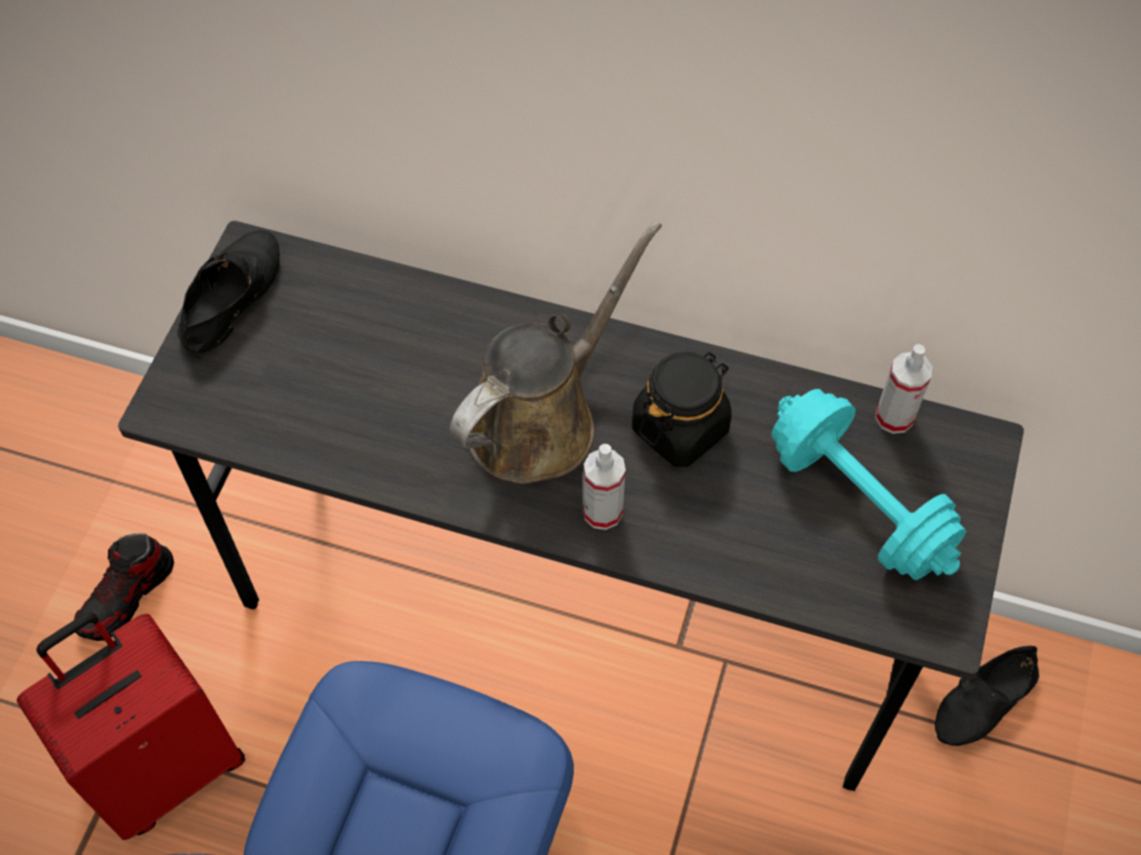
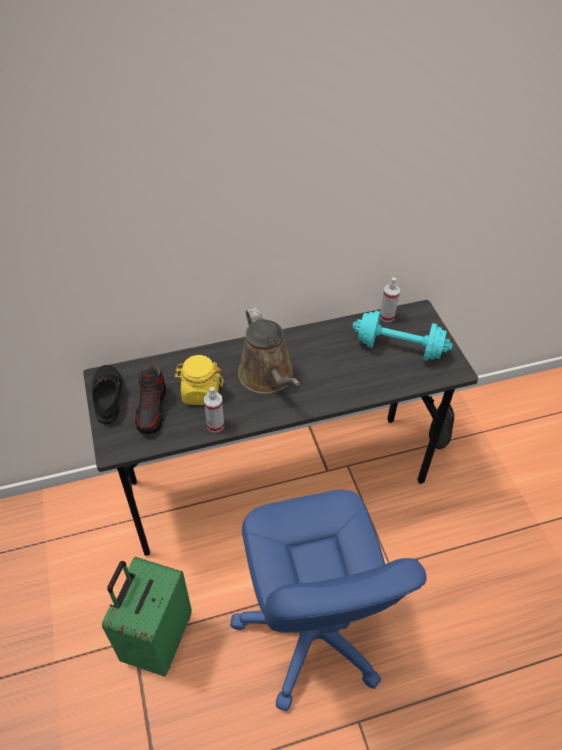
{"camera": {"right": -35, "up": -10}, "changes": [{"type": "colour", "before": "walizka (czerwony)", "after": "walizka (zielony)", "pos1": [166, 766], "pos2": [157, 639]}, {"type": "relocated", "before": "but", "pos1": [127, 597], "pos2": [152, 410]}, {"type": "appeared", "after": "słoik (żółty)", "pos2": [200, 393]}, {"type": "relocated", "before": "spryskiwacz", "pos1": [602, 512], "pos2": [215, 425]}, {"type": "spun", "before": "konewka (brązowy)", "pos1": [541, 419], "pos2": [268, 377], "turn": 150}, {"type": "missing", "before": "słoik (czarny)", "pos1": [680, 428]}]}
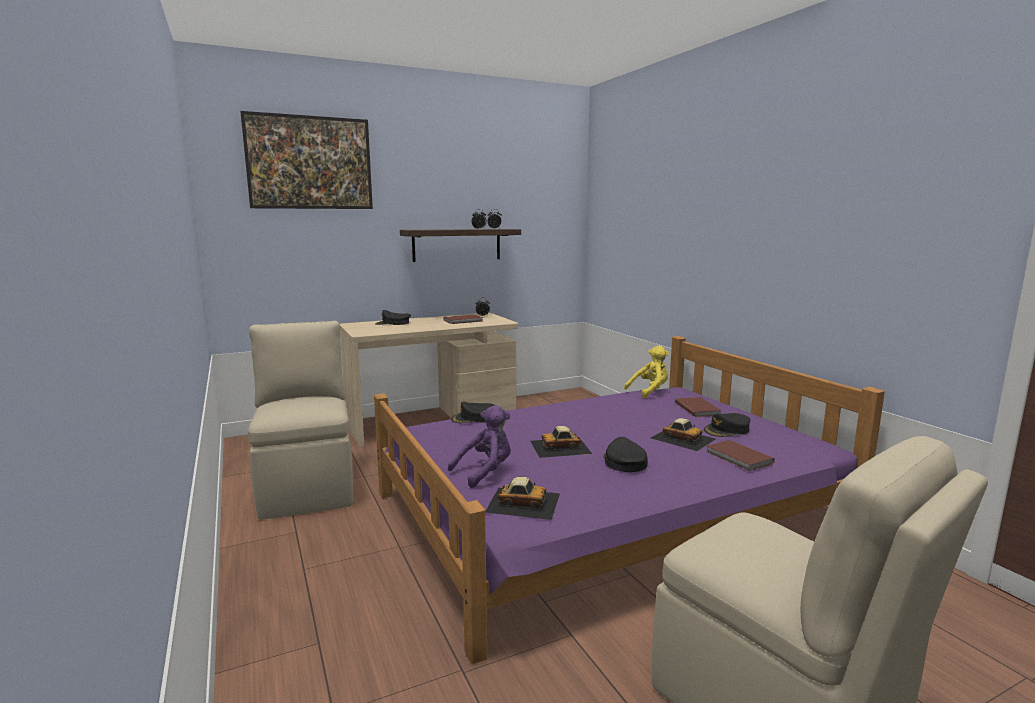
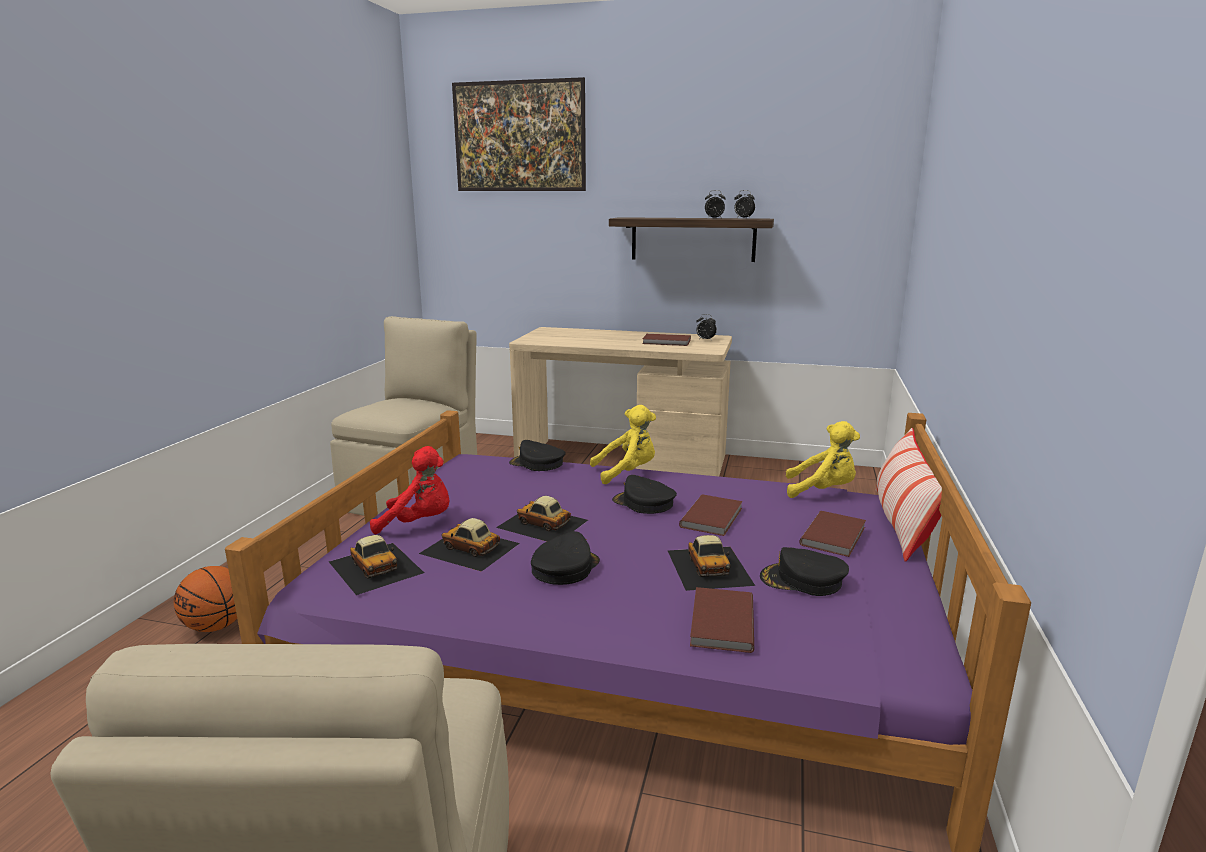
{"camera": {"right": 40, "up": 5}, "changes": [{"type": "appeared", "after": "piłka do koszykówki", "pos2": [216, 626]}, {"type": "colour", "before": "pluszak (fioletowy)", "after": "pluszak (czerwony)", "pos1": [485, 472], "pos2": [419, 523]}, {"type": "appeared", "after": "samochodzik", "pos2": [470, 548]}, {"type": "appeared", "after": "pluszak (żółty)", "pos2": [627, 473]}, {"type": "relocated", "before": "czapka z daszkiem (czarny)", "pos1": [393, 323], "pos2": [643, 503]}, {"type": "appeared", "after": "książka (brązowy)", "pos2": [713, 517]}, {"type": "appeared", "after": "poduszka", "pos2": [902, 524]}]}
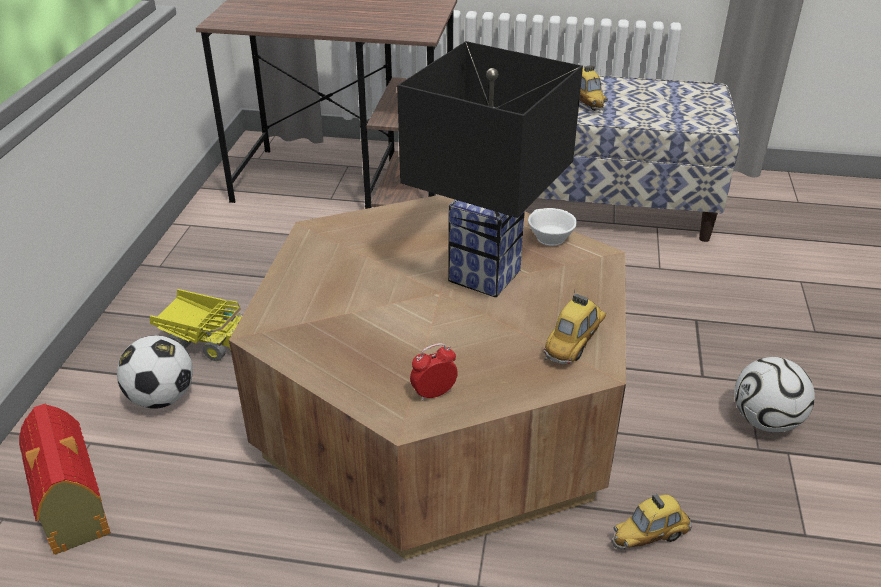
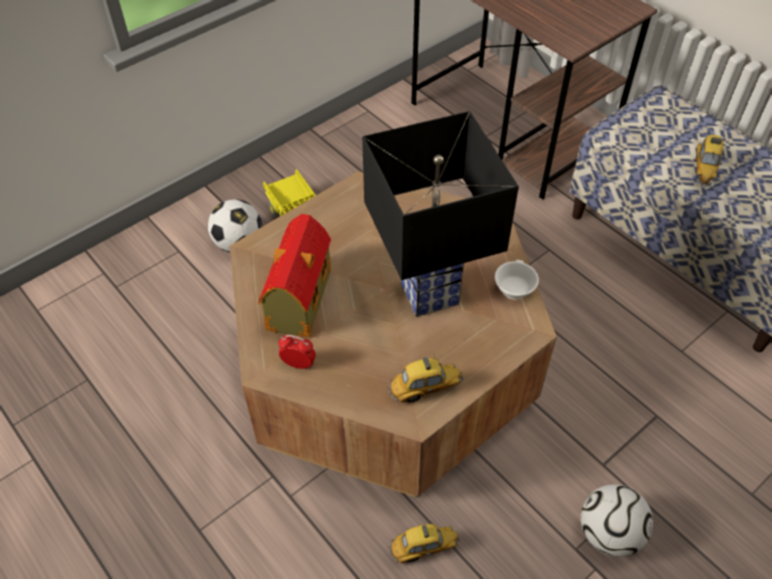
{"camera": {"right": 40, "up": 15}, "changes": [{"type": "relocated", "before": "domek", "pos1": [73, 508], "pos2": [298, 301]}, {"type": "spun", "before": "samochodzik", "pos1": [649, 537], "pos2": [424, 548], "turn": 150}]}
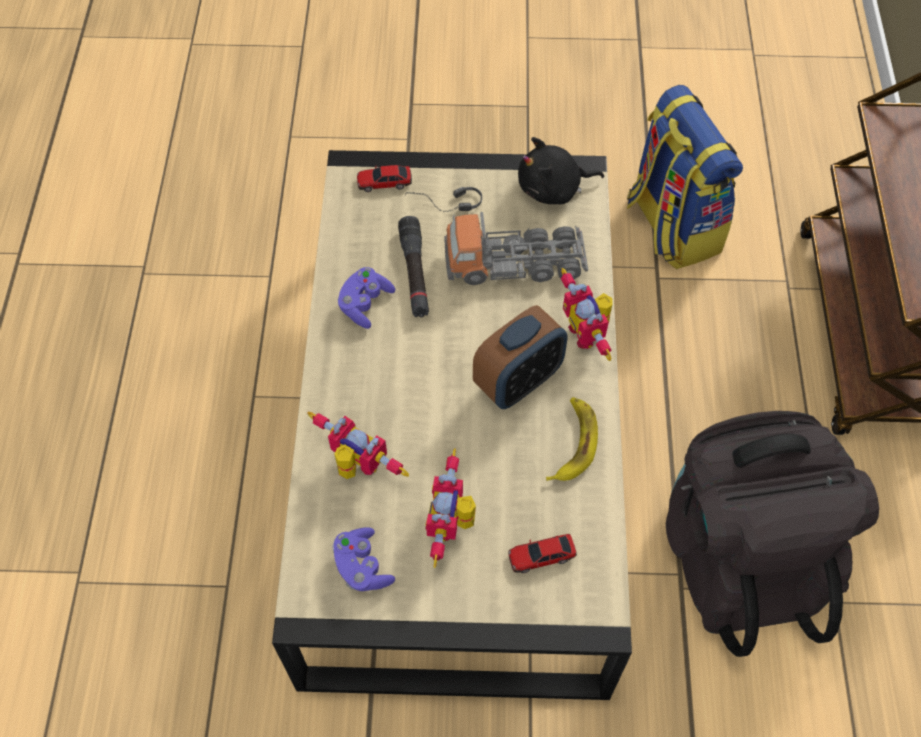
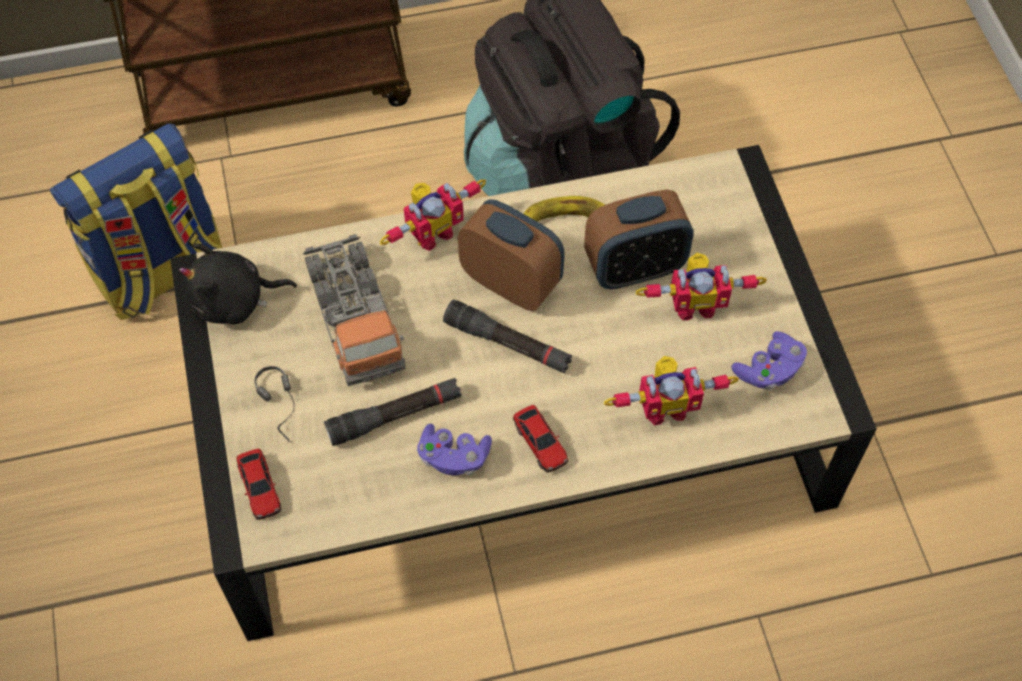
{"camera": {"right": -105, "up": 0}, "changes": [{"type": "spun", "before": "pluszak (czarny)", "pos1": [553, 189], "pos2": [234, 301], "turn": 105}, {"type": "appeared", "after": "latarka (czarny)", "pos2": [508, 344]}, {"type": "relocated", "before": "samochodzik", "pos1": [541, 556], "pos2": [540, 442]}, {"type": "appeared", "after": "budzik", "pos2": [634, 268]}, {"type": "spun", "before": "robot zabawkowy", "pos1": [356, 467], "pos2": [664, 406], "turn": -120}]}
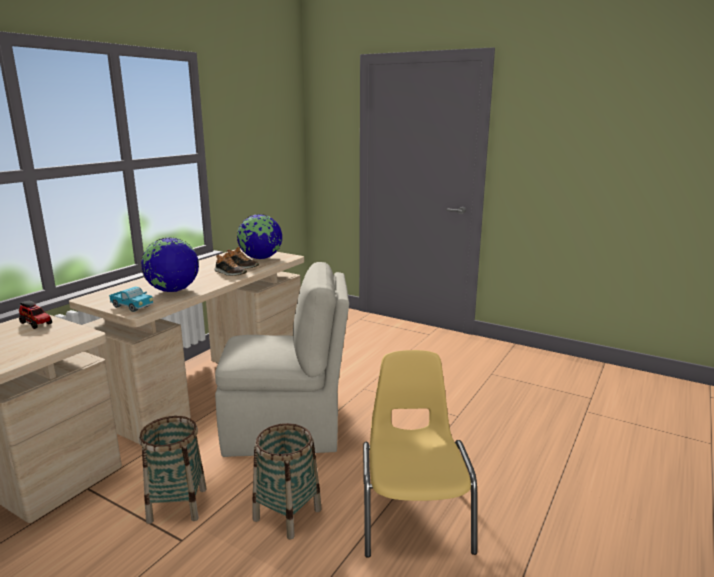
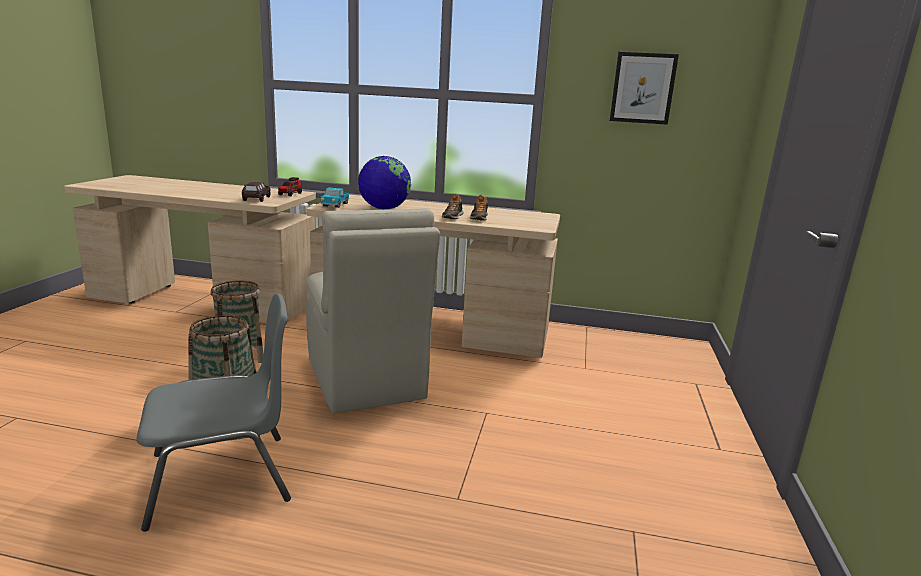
{"camera": {"right": 70, "up": 0}, "changes": [{"type": "colour", "before": "krzesło (żółty)", "after": "krzesło (szary)", "pos1": [413, 513], "pos2": [222, 478]}, {"type": "appeared", "after": "samochodzik (brązowy)", "pos2": [256, 199]}, {"type": "appeared", "after": "obraz", "pos2": [643, 88]}, {"type": "missing", "before": "globus", "pos1": [260, 258]}]}
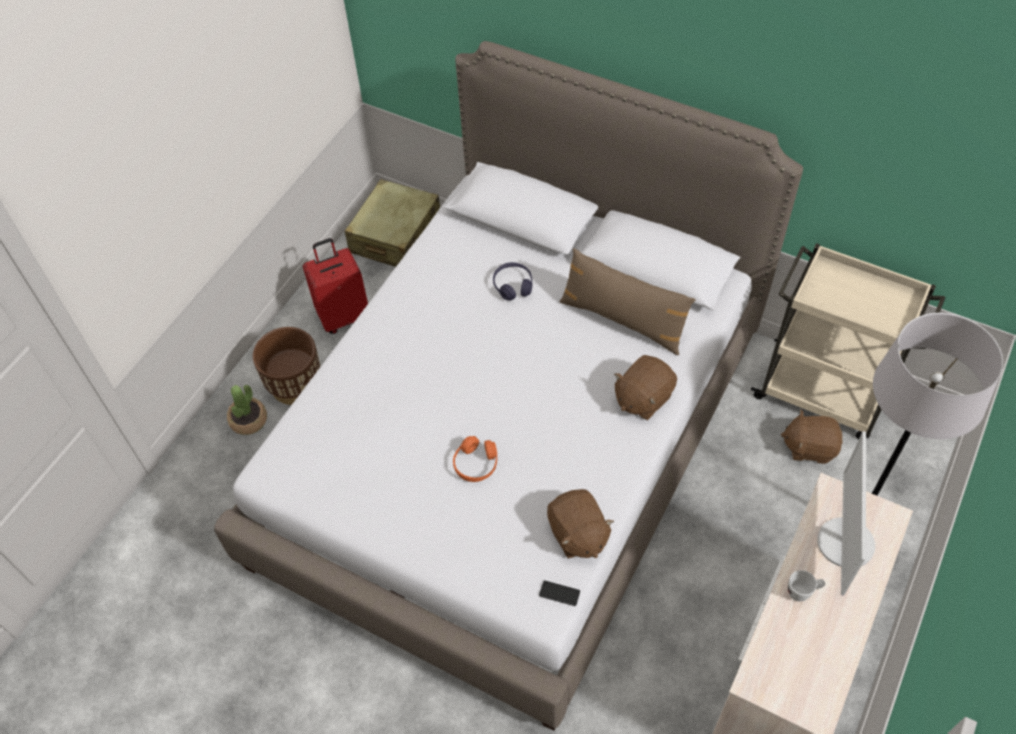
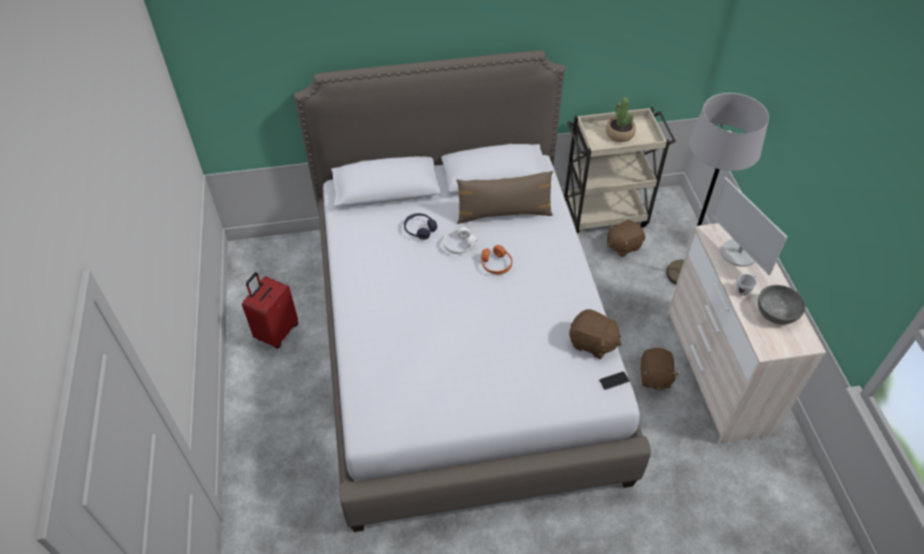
{"camera": {"right": -40, "up": -5}, "changes": [{"type": "appeared", "after": "słuchawki (biały)", "pos2": [459, 245]}, {"type": "relocated", "before": "słuchawki (pomarańczowy)", "pos1": [476, 464], "pos2": [496, 264]}, {"type": "relocated", "before": "roślina doniczkowa", "pos1": [249, 420], "pos2": [619, 134]}, {"type": "relocated", "before": "pluszak (brązowy)", "pos1": [642, 398], "pos2": [654, 377]}, {"type": "appeared", "after": "miska (szary)", "pos2": [776, 312]}, {"type": "missing", "before": "donica (brązowy)", "pos1": [295, 385]}, {"type": "missing", "before": "walizka (beżowy)", "pos1": [395, 235]}]}
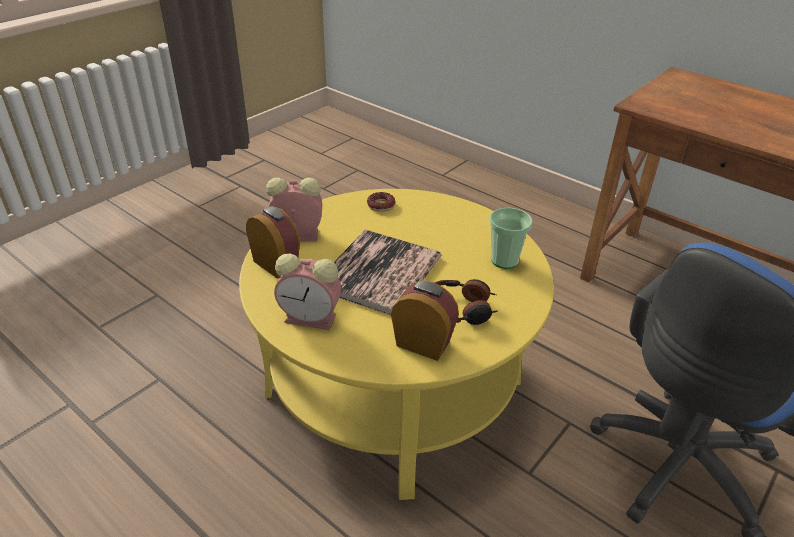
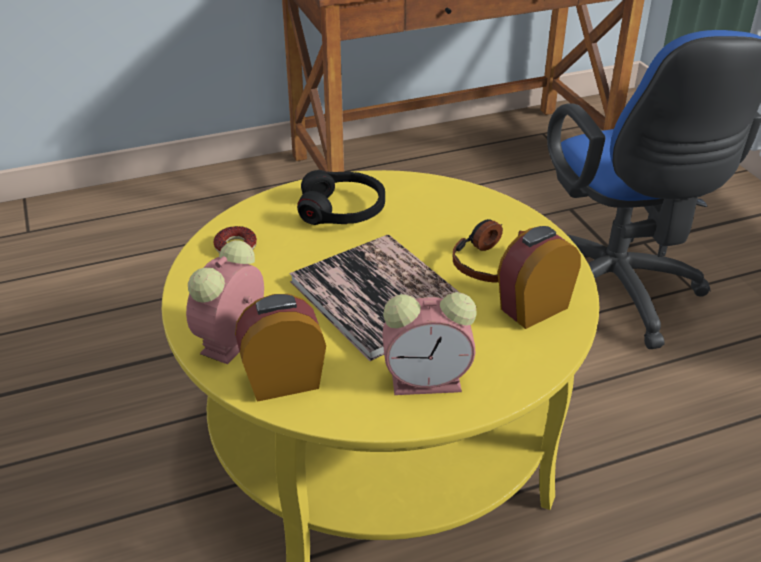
{"camera": {"right": -60, "up": 0}, "changes": [{"type": "appeared", "after": "słuchawki (czarny)", "pos2": [342, 210]}, {"type": "spun", "before": "budzik", "pos1": [312, 318], "pos2": [429, 380], "turn": 45}, {"type": "missing", "before": "filiżanka", "pos1": [504, 260]}]}
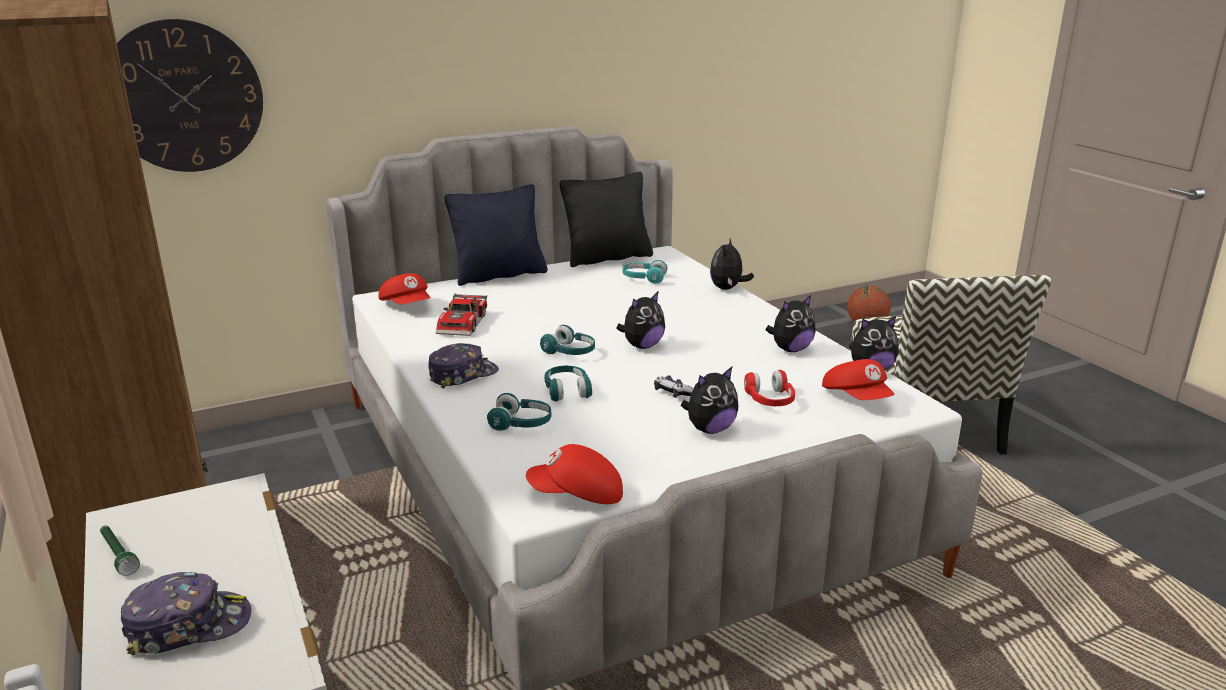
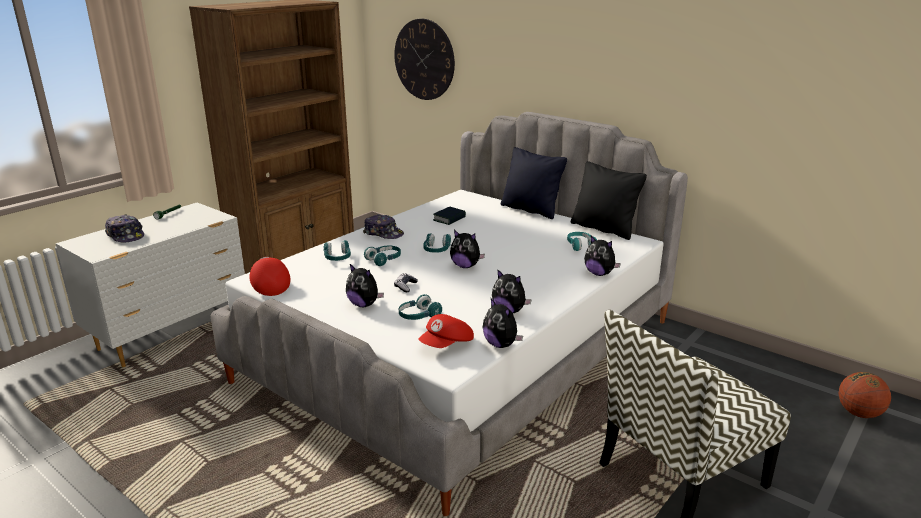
{"camera": {"right": 65, "up": 0}, "changes": [{"type": "colour", "before": "słuchawki (czerwony)", "after": "słuchawki (turkusowy)", "pos1": [770, 400], "pos2": [418, 316]}, {"type": "exchanged", "before": "samochodzik", "after": "książka", "pos1": [465, 323], "pos2": [449, 219]}, {"type": "spun", "before": "pluszak", "pos1": [727, 288], "pos2": [599, 273], "turn": -135}, {"type": "missing", "before": "czapka z daszkiem (czerwony)", "pos1": [407, 306]}]}
